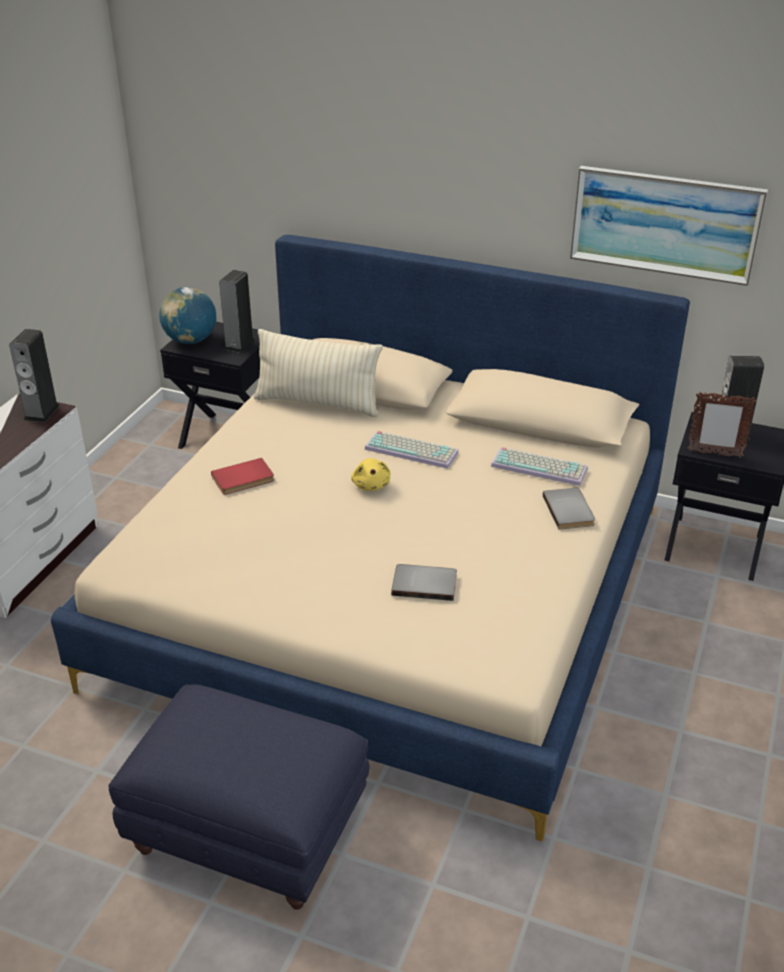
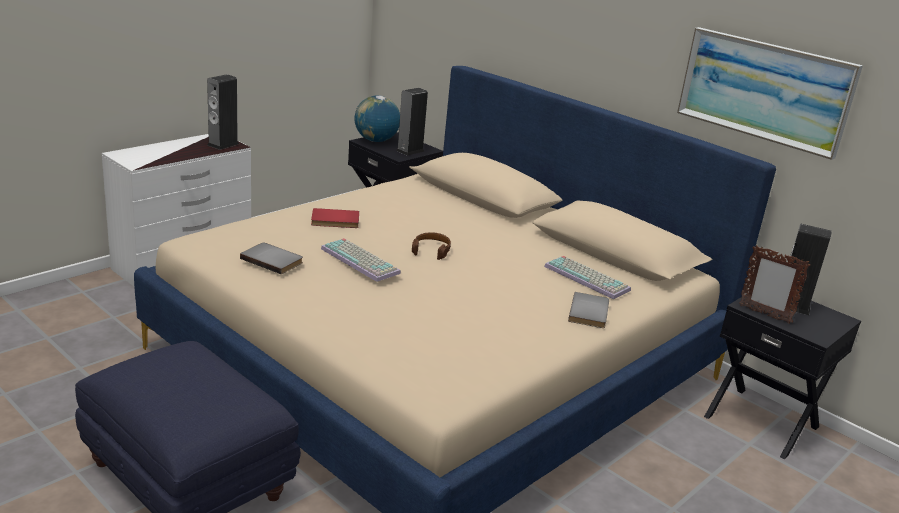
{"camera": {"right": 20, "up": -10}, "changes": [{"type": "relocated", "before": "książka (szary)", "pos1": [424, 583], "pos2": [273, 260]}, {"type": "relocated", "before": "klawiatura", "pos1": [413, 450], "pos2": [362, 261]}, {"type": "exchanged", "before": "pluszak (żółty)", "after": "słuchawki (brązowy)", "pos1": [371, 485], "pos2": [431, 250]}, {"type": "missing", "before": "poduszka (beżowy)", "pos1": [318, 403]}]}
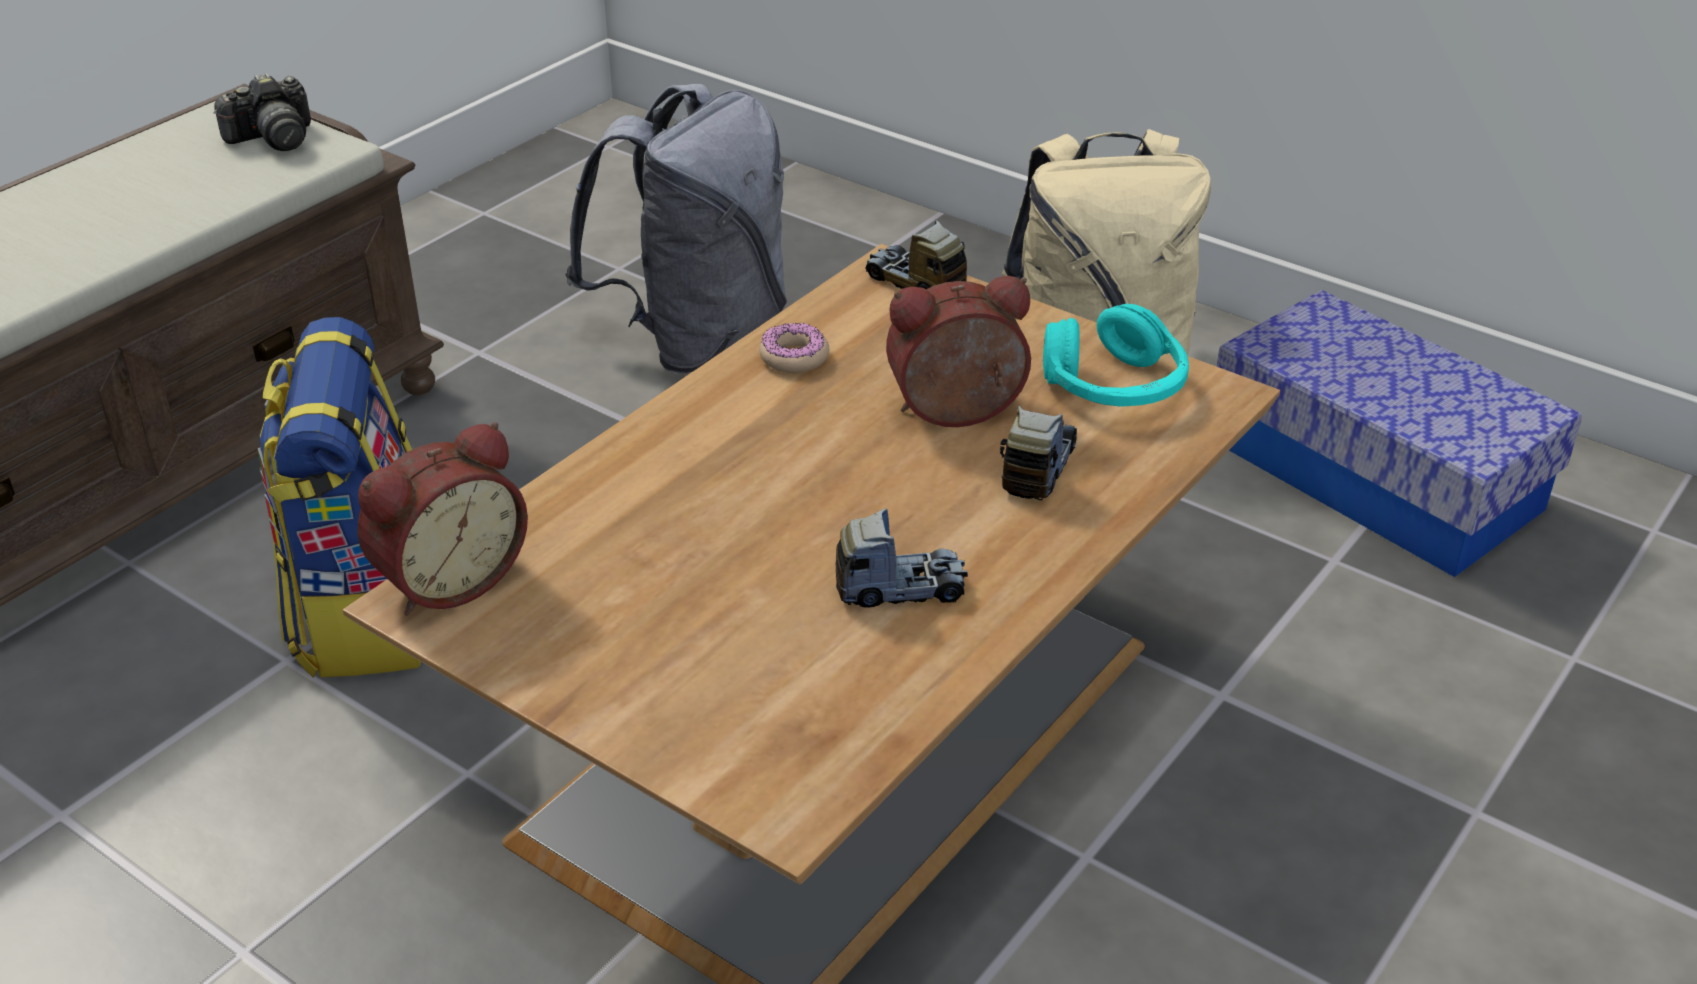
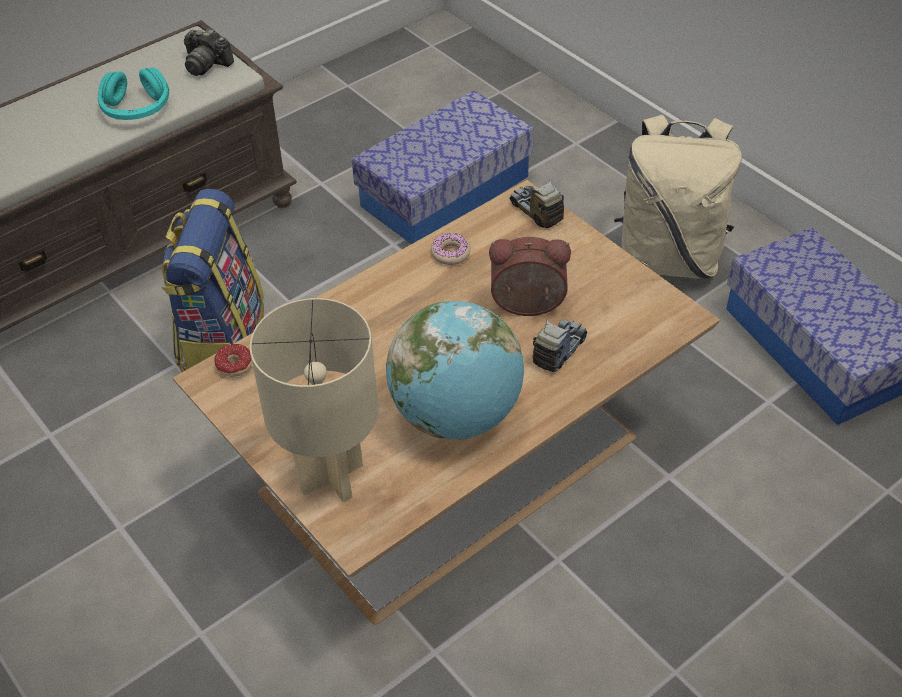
{"camera": {"right": 15, "up": 10}, "changes": [{"type": "relocated", "before": "słuchawki (turkusowy)", "pos1": [1114, 386], "pos2": [136, 108]}, {"type": "spun", "before": "aparat fotograficzny", "pos1": [273, 139], "pos2": [206, 64], "turn": 45}, {"type": "exchanged", "before": "budzik", "after": "donut", "pos1": [448, 579], "pos2": [228, 368]}, {"type": "appeared", "after": "lampa stołowa (beżowy)", "pos2": [332, 477]}, {"type": "exchanged", "before": "plecak (szary)", "after": "pojemnik do przechowywania", "pos1": [696, 337], "pos2": [445, 191]}, {"type": "exchanged", "before": "ciężarówka zabawkowa", "after": "globus", "pos1": [899, 588], "pos2": [456, 415]}]}
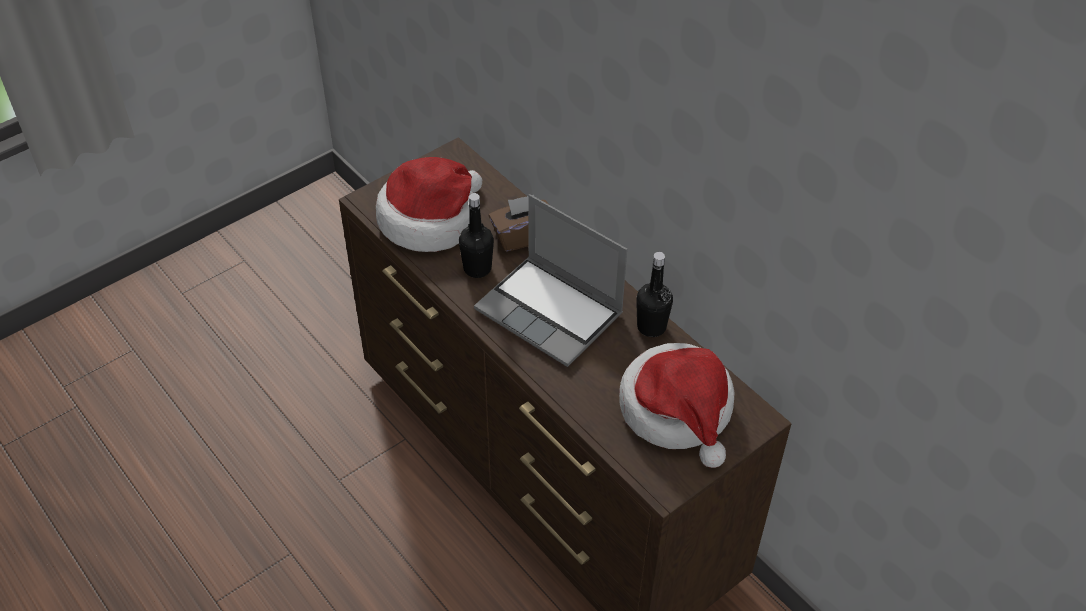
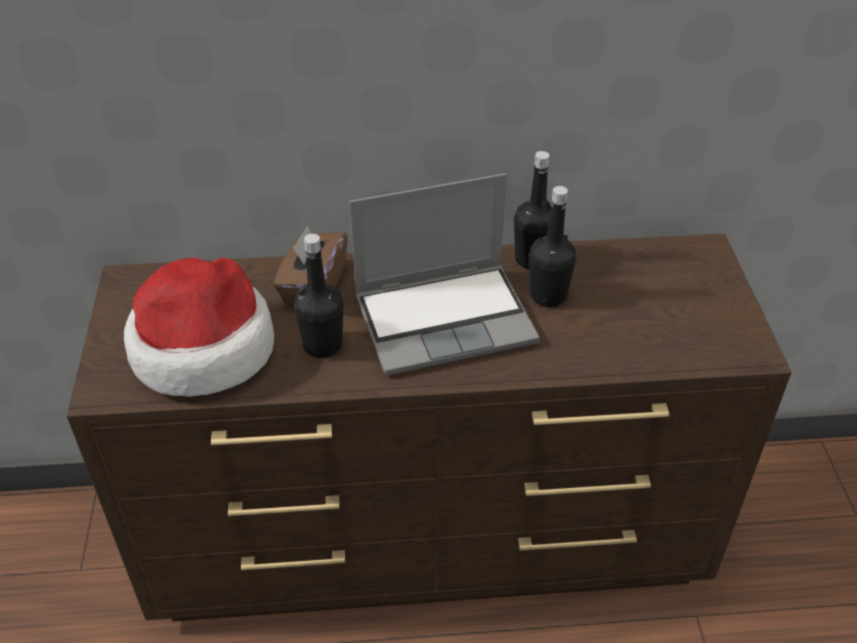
{"camera": {"right": -55, "up": -5}, "changes": [{"type": "appeared", "after": "butelka (czarny)", "pos2": [548, 296]}, {"type": "missing", "before": "kapelusz", "pos1": [677, 411]}]}
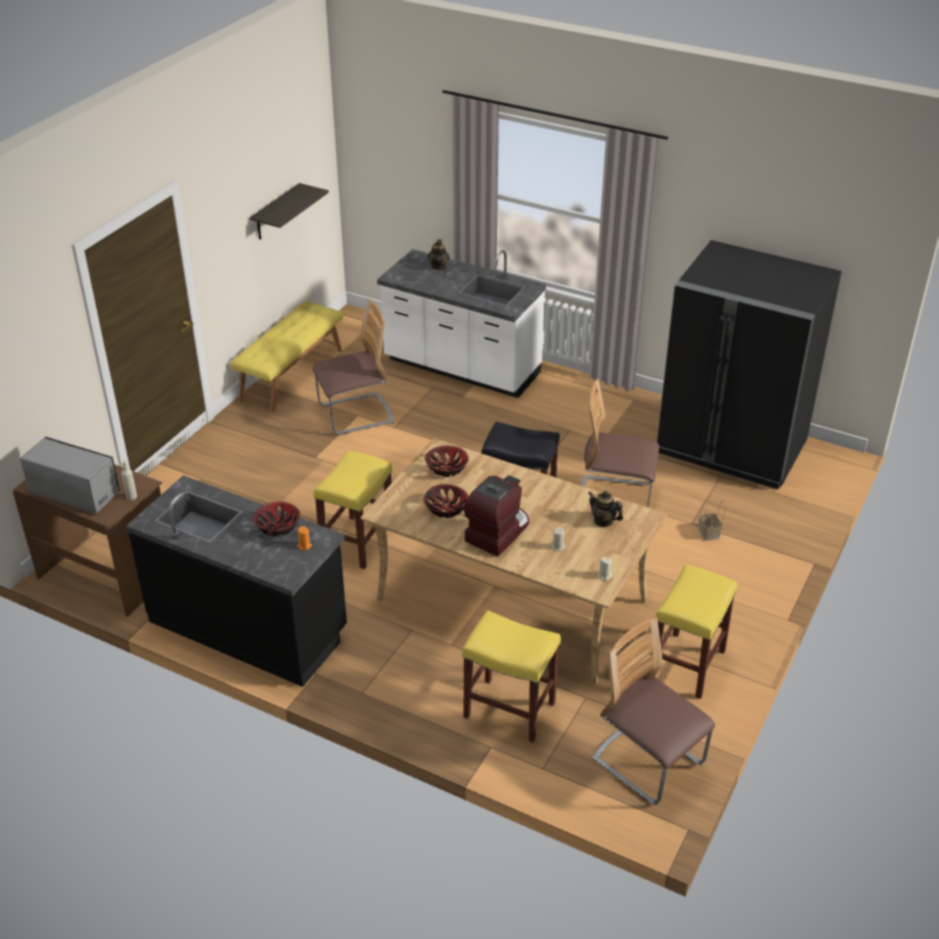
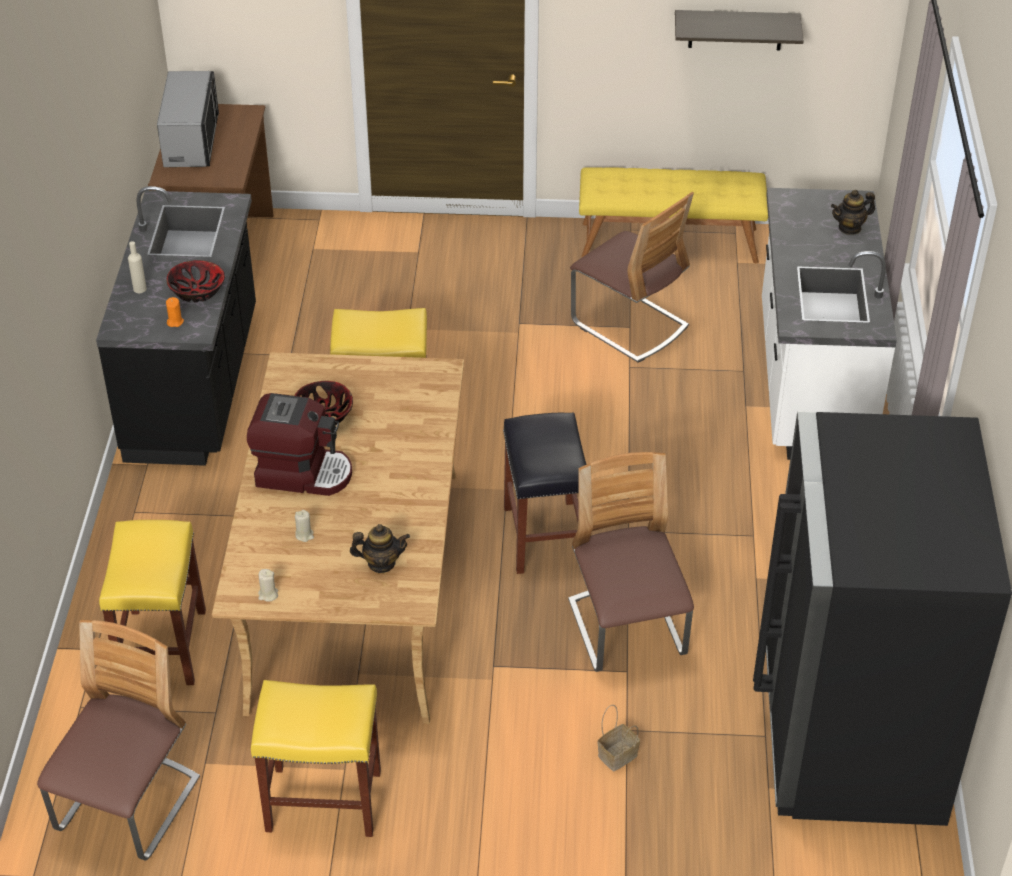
{"camera": {"right": 65, "up": 5}, "changes": [{"type": "relocated", "before": "butelka (beżowy)", "pos1": [131, 496], "pos2": [140, 289]}, {"type": "spun", "before": "imbryk", "pos1": [603, 521], "pos2": [381, 563], "turn": 75}, {"type": "missing", "before": "miska", "pos1": [447, 468]}]}
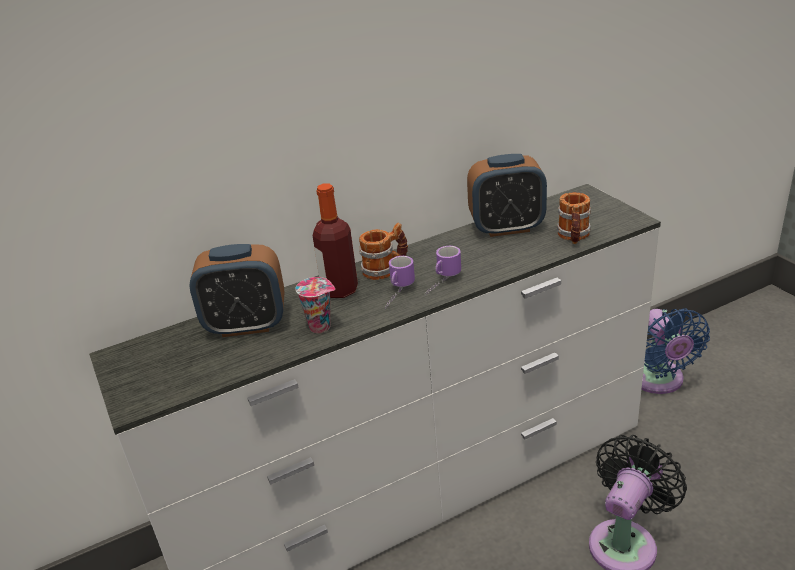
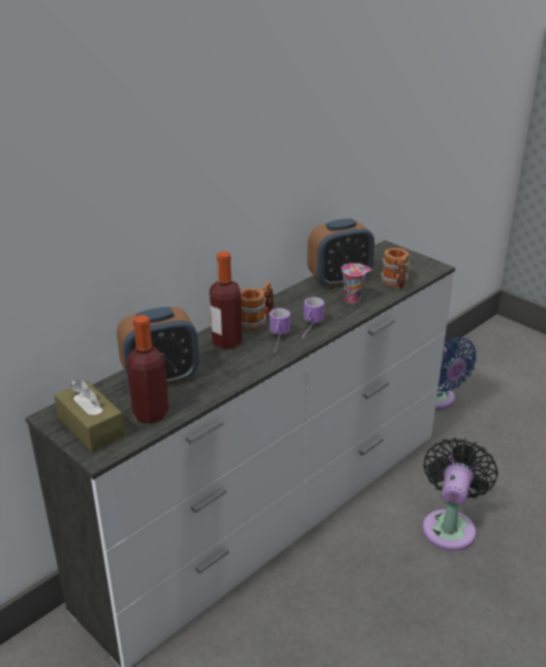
{"camera": {"right": -20, "up": 0}, "changes": [{"type": "appeared", "after": "pudełko chusteczek (brązowy)", "pos2": [91, 427]}, {"type": "appeared", "after": "butelka", "pos2": [151, 413]}, {"type": "relocated", "before": "filiżanka", "pos1": [321, 327], "pos2": [353, 300]}]}
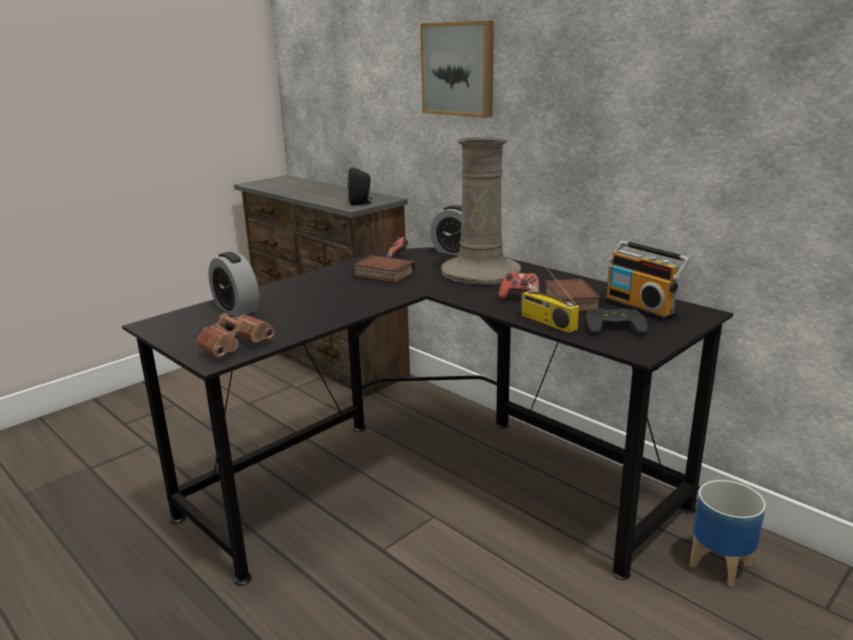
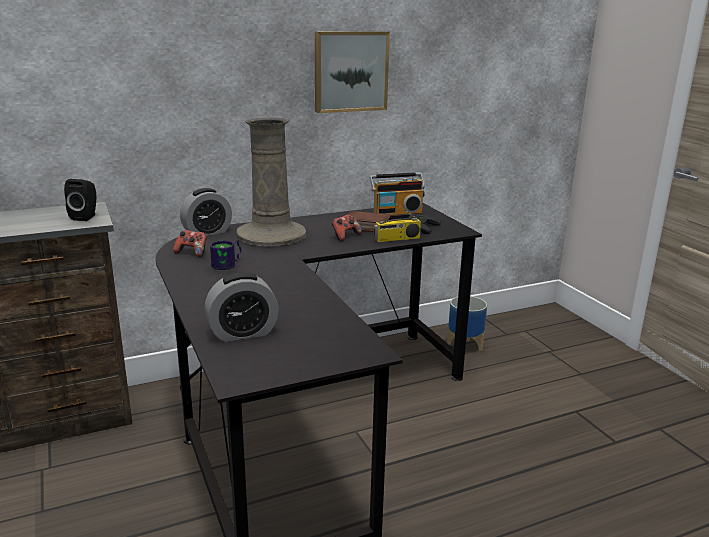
{"camera": {"right": -70, "up": 0}, "changes": [{"type": "exchanged", "before": "książka", "after": "kubek", "pos1": [382, 275], "pos2": [229, 264]}, {"type": "relocated", "before": "obraz", "pos1": [459, 69], "pos2": [350, 71]}, {"type": "missing", "before": "lornetka (brązowy)", "pos1": [237, 346]}]}
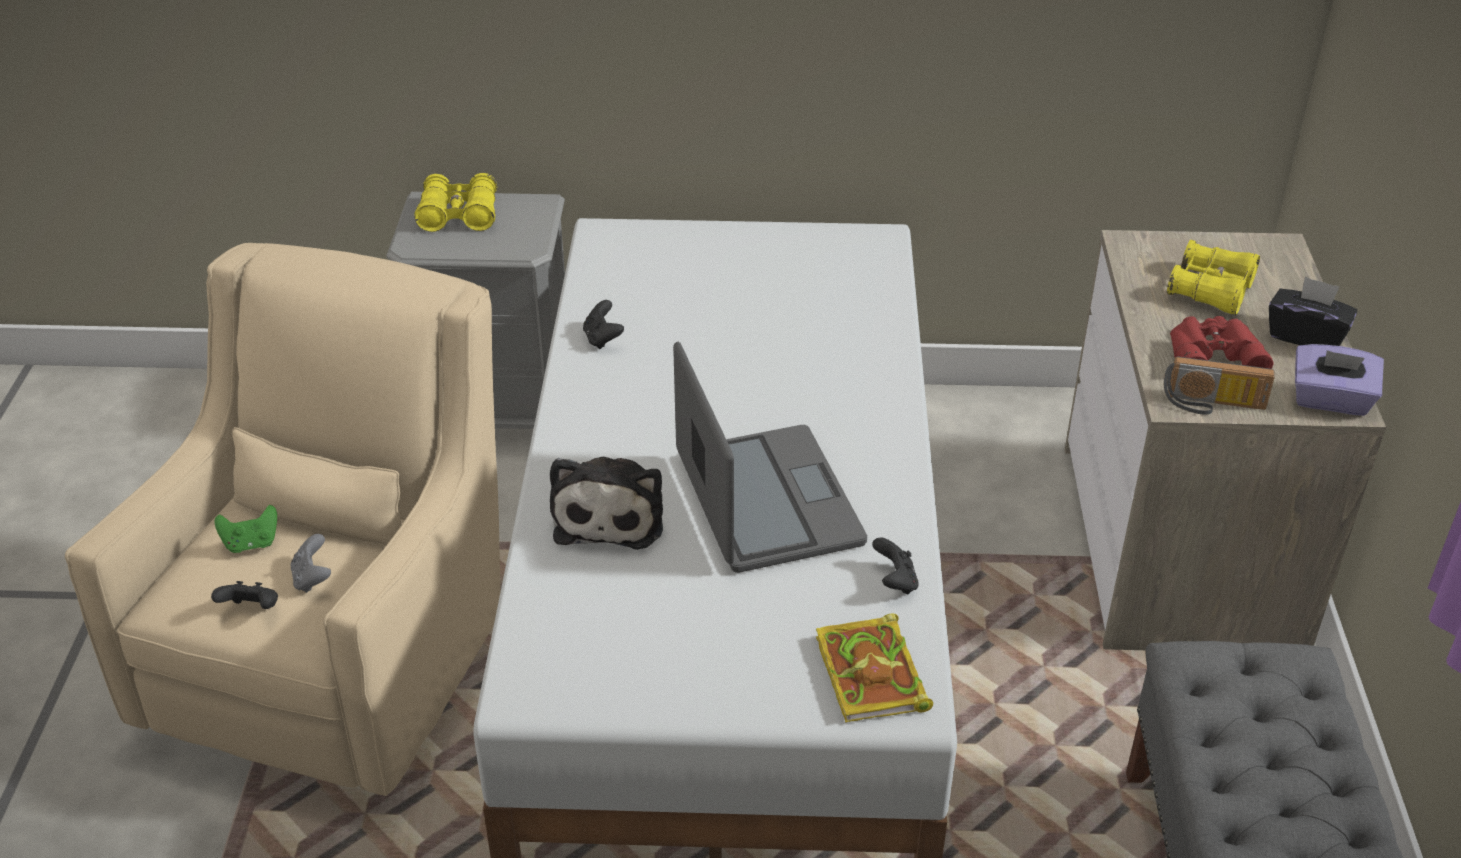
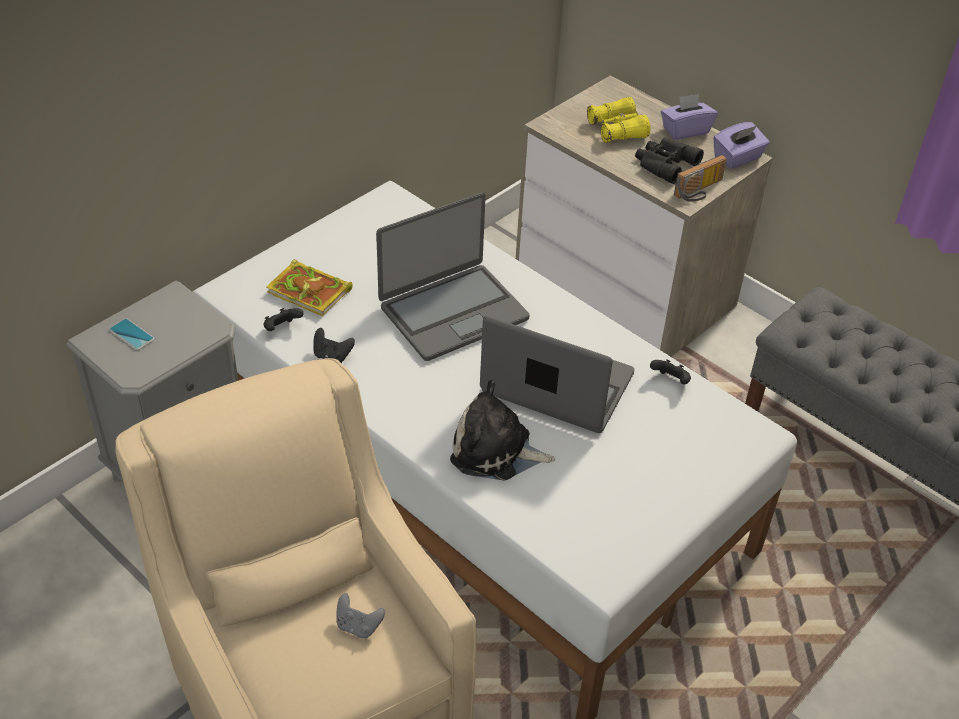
{"camera": {"right": -50, "up": 5}, "changes": [{"type": "exchanged", "before": "lornetka (żółty)", "after": "telefon", "pos1": [459, 215], "pos2": [131, 335]}, {"type": "relocated", "before": "pad do gier (czarny)", "pos1": [252, 610], "pos2": [282, 329]}, {"type": "relocated", "before": "książka", "pos1": [873, 676], "pos2": [311, 291]}, {"type": "appeared", "after": "laptop", "pos2": [453, 312]}, {"type": "spun", "before": "pluszak", "pos1": [610, 514], "pos2": [496, 451], "turn": 150}, {"type": "colour", "before": "lornetka (czerwony)", "after": "lornetka (czarny)", "pos1": [1212, 353], "pos2": [663, 164]}, {"type": "colour", "before": "pudełko chusteczek (czarny)", "after": "pudełko chusteczek (fioletowy)", "pos1": [1305, 336], "pos2": [685, 130]}, {"type": "missing", "before": "pad do gier (zielony)", "pos1": [251, 543]}]}
